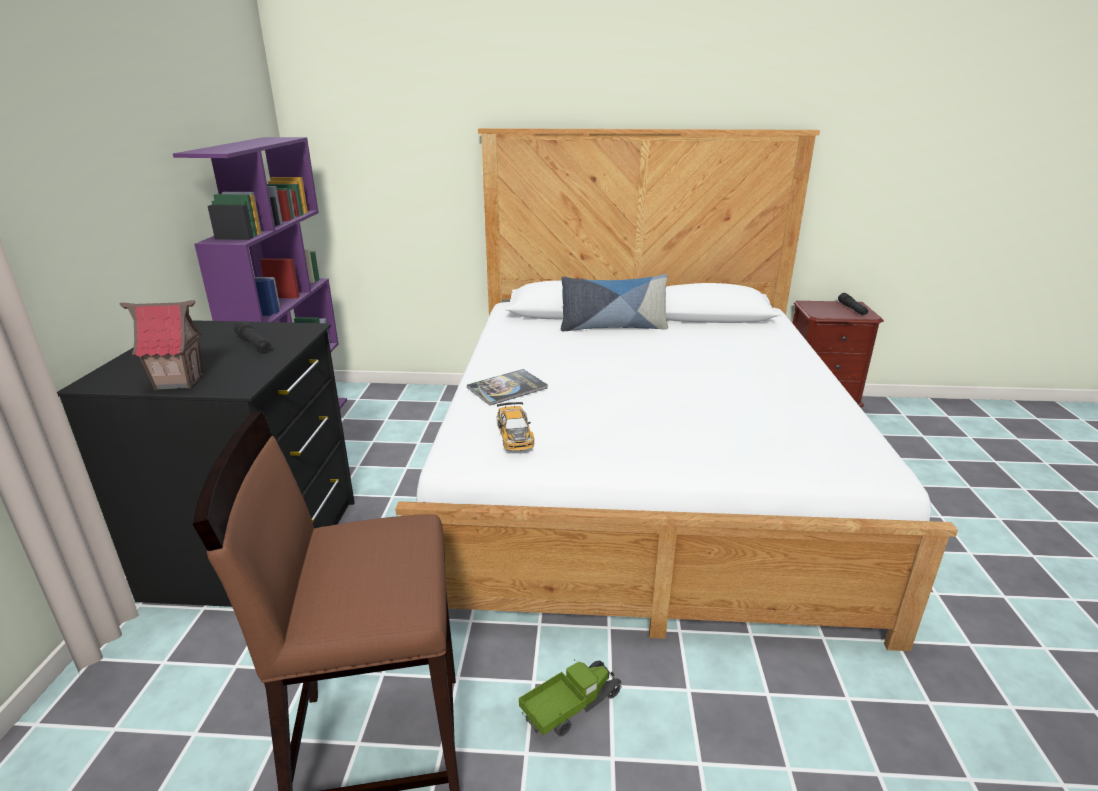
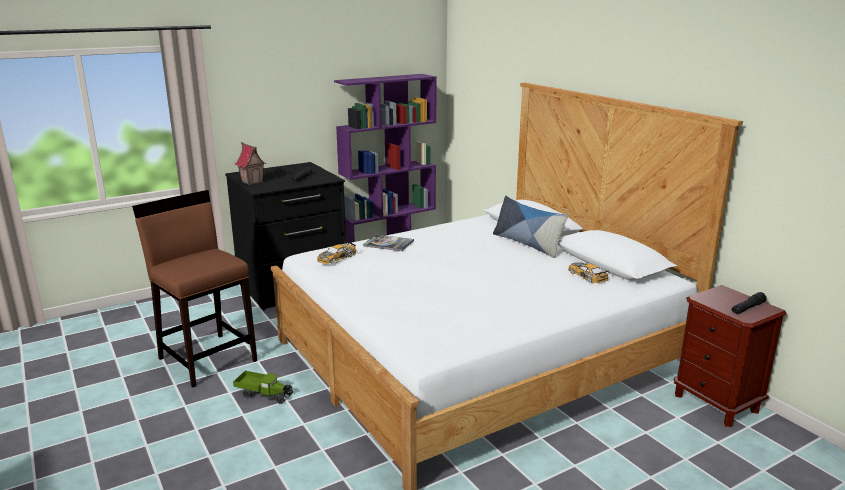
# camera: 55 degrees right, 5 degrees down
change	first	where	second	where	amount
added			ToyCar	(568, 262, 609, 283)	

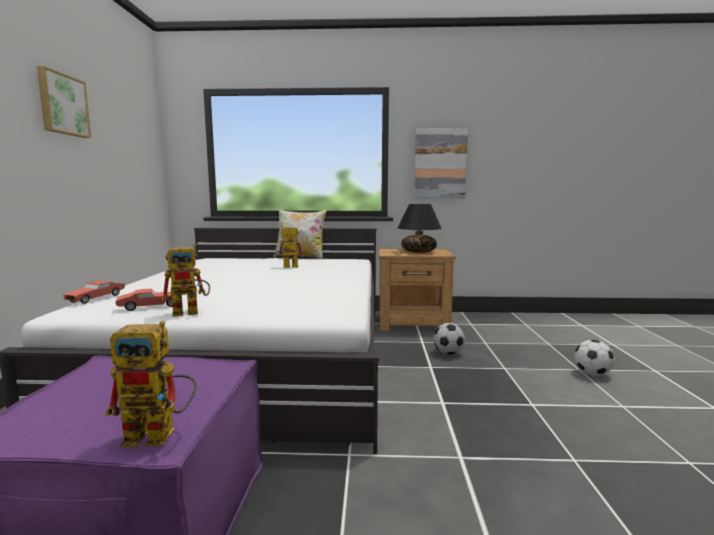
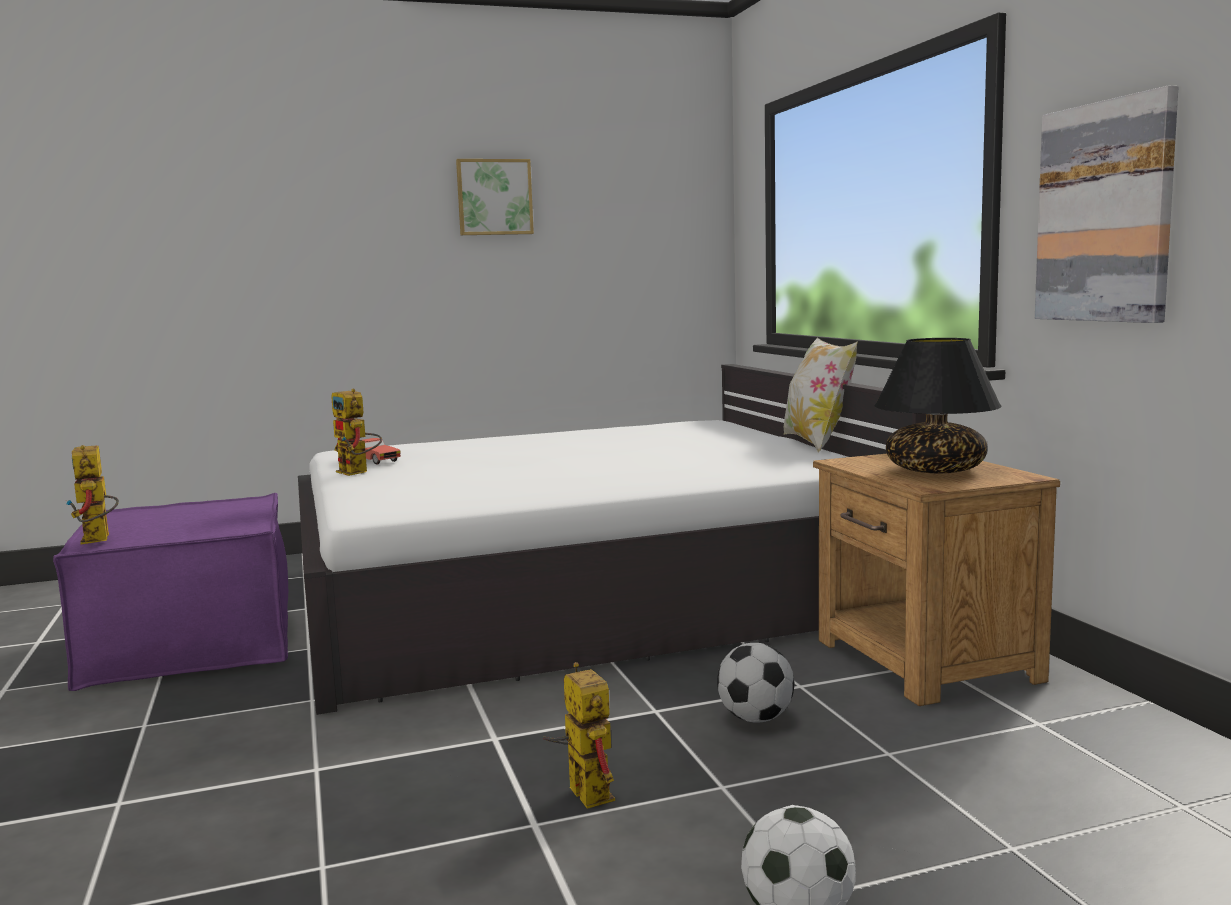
# camera: 70 degrees right, 0 degrees up
change	first	where	second	where	amount
removed	RedToyCar	(63, 281, 125, 304)			
moved	ToyRobot	(275, 225, 303, 268)		(543, 662, 615, 809)	

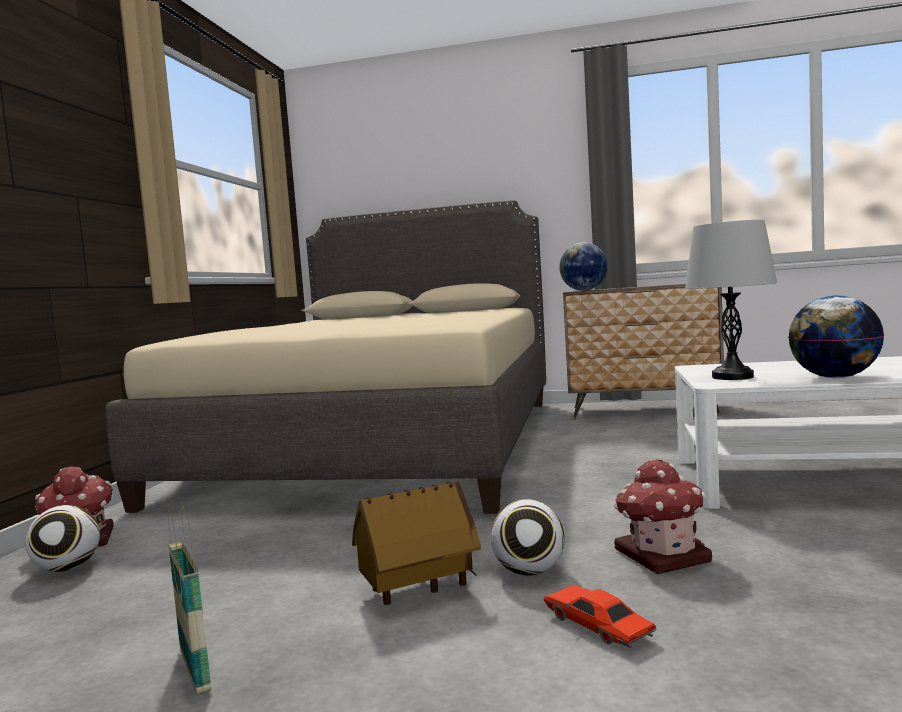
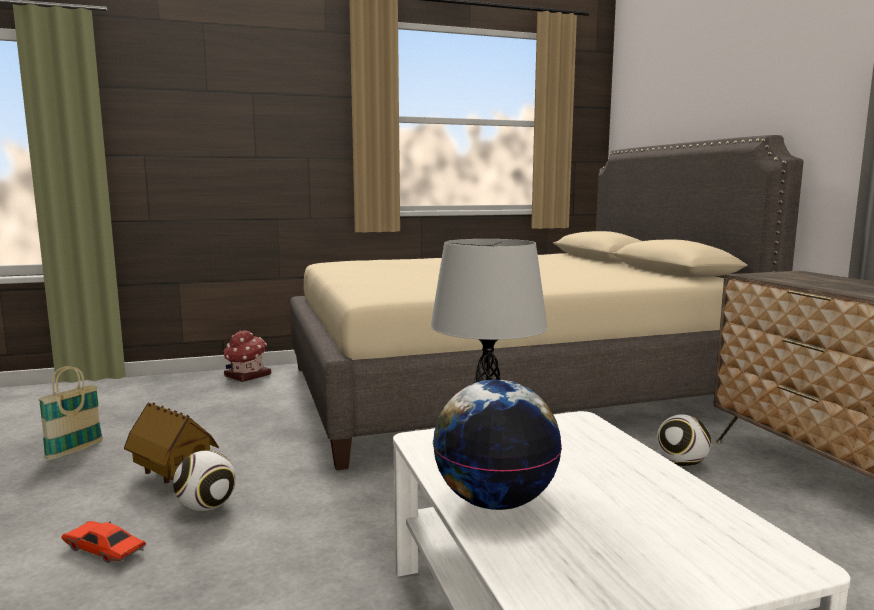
# camera: 60 degrees right, 5 degrees up
change	first	where	second	where	amount
moved	Football	(25, 505, 100, 572)		(657, 414, 711, 466)	
turned	RedToyCar	(544, 585, 656, 648)		(61, 521, 147, 563)	90 degrees counterclockwise
removed	Globe	(559, 242, 608, 291)			
removed	ToyHouse	(614, 459, 712, 574)			

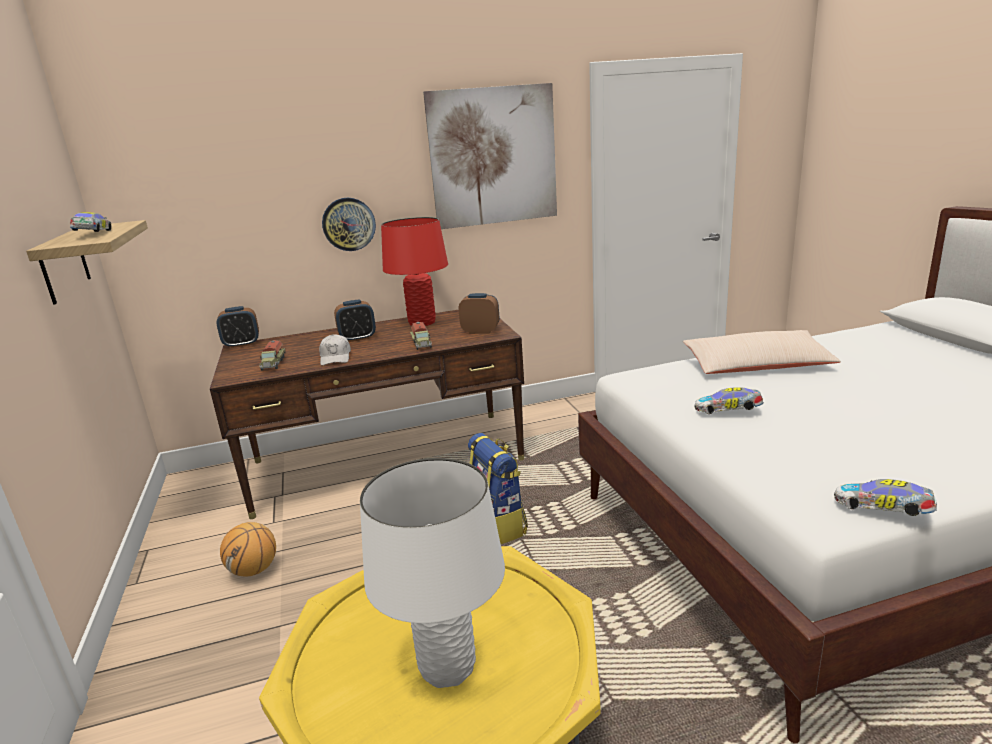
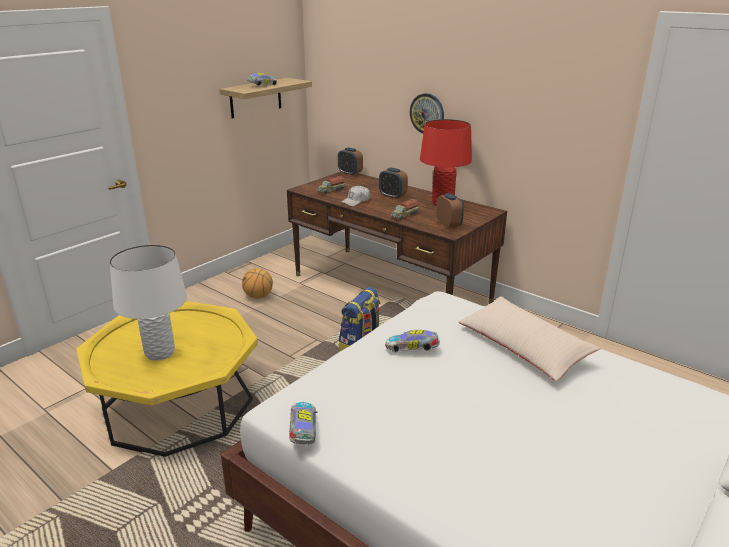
# camera: 55 degrees right, 5 degrees up
change	first	where	second	where	amount
removed	Picture	(423, 83, 557, 229)			
turned	ToyCar	(695, 387, 764, 414)		(385, 330, 440, 352)	60 degrees counterclockwise

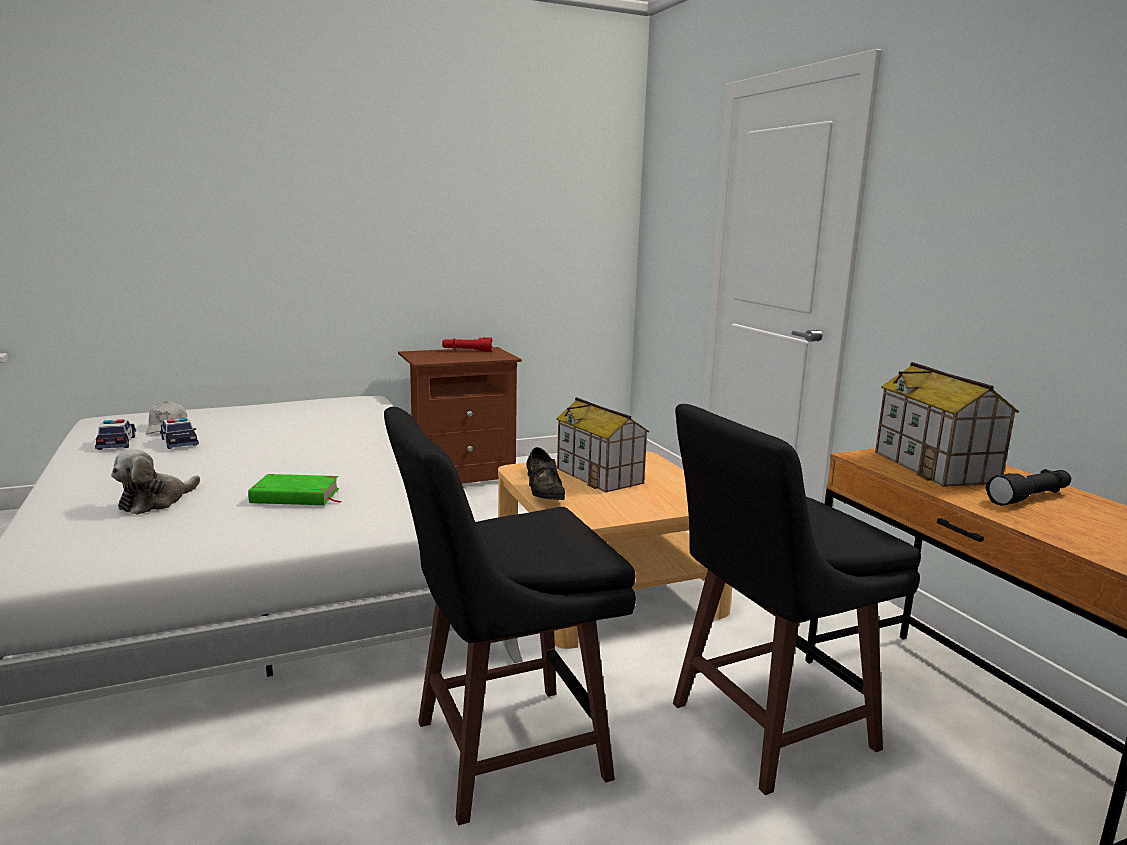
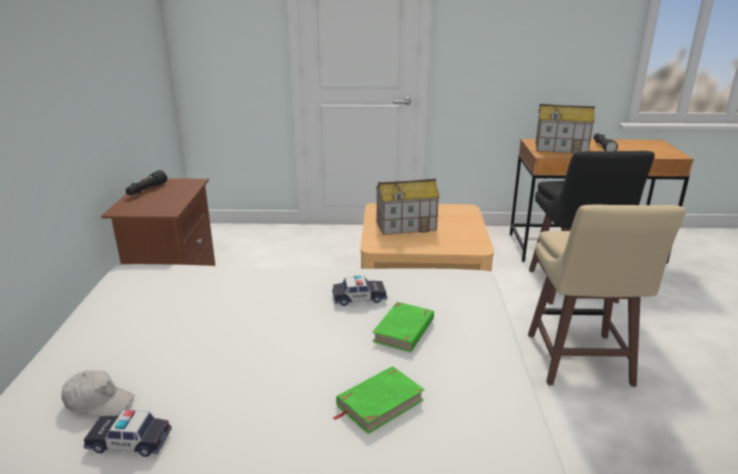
# camera: 65 degrees left, 10 degrees up
change	first	where	second	where	amount
replaced	PlushToy	(111, 449, 200, 515)	GreenBook	(333, 366, 425, 434)	
moved	ToyCar	(160, 417, 199, 449)		(332, 275, 387, 306)	
recoloured	BlackStool	(384, 407, 636, 826)	BeigeStool	(528, 205, 685, 387)	
recoloured	RedFlashlight	(442, 337, 492, 352)	BlackFlashlight	(126, 170, 167, 195)	
removed	BlackShoe	(526, 447, 565, 500)			

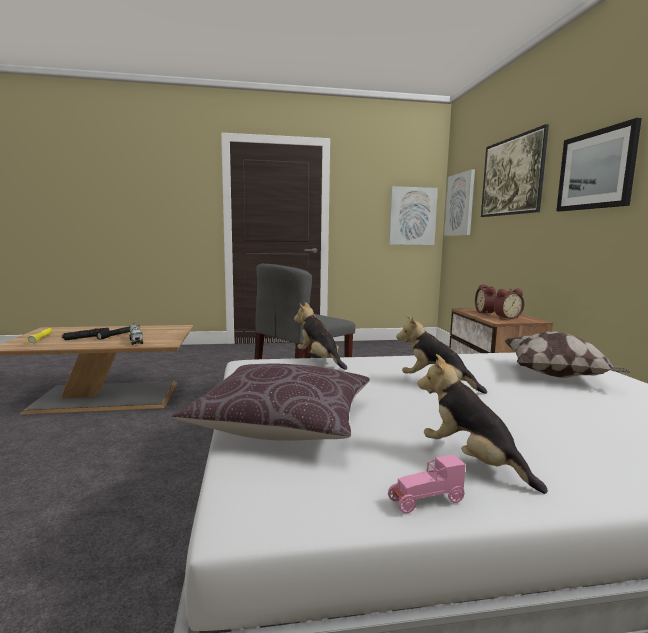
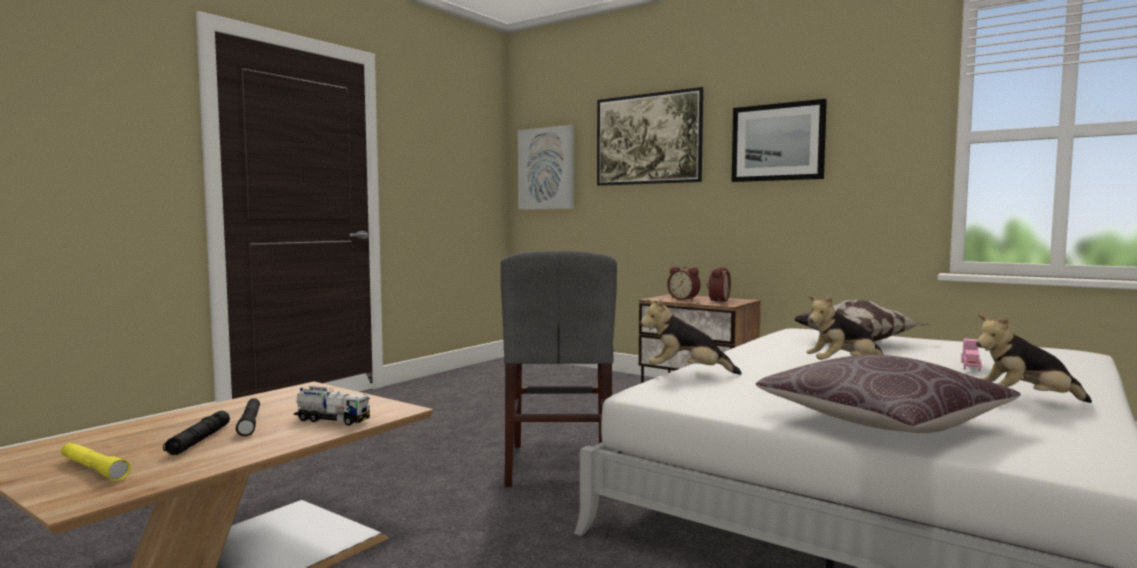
# camera: 45 degrees left, 5 degrees down
change	first	where	second	where	amount
moved	PinkToyCar	(388, 455, 466, 514)		(961, 338, 982, 371)	
removed	Picture	(389, 186, 438, 245)			

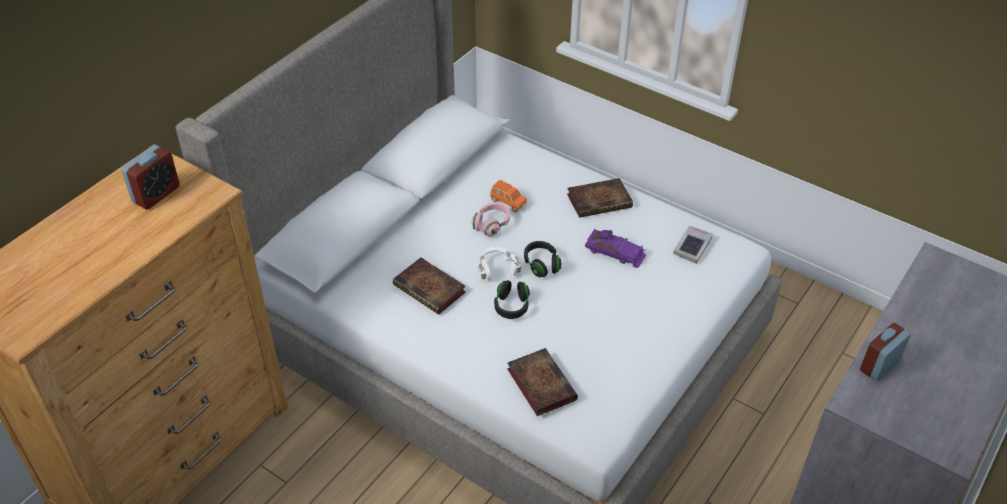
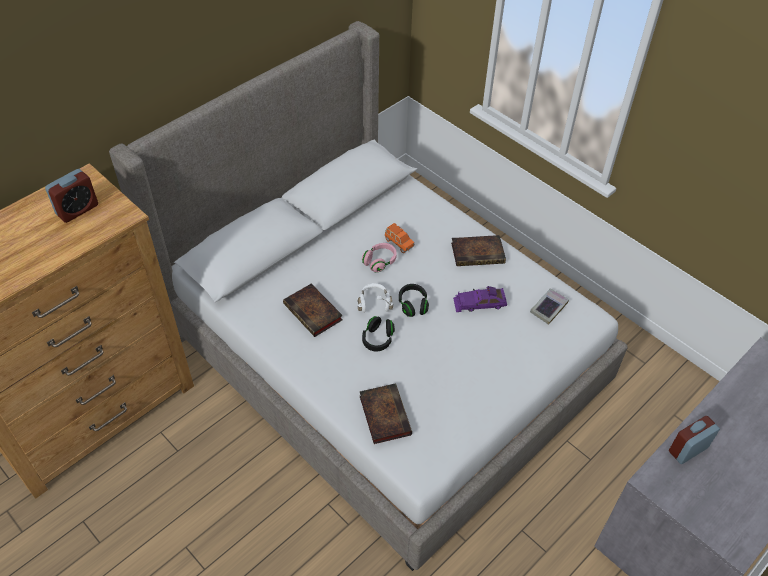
# camera: 10 degrees right, 5 degrees up
change	first	where	second	where	amount
turned	PurpleToyCar	(585, 229, 646, 268)		(453, 286, 507, 312)	135 degrees clockwise

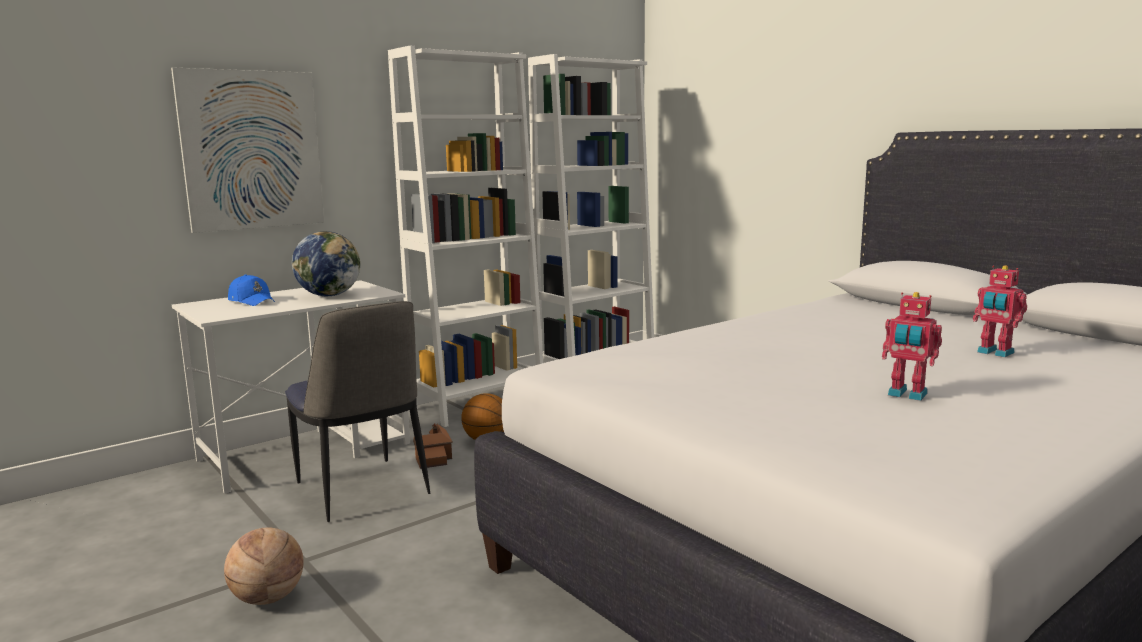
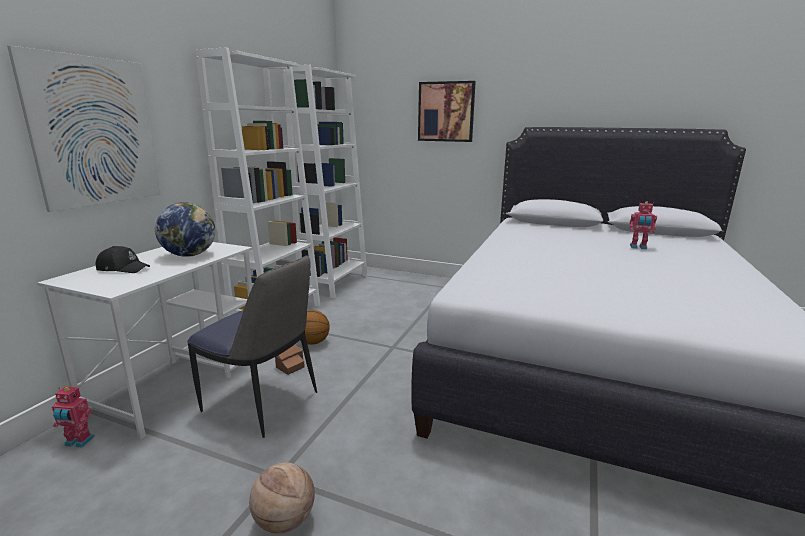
# camera: 30 degrees left, 5 degrees up
change	first	where	second	where	amount
recoloured	BlueCap	(228, 274, 275, 306)	BlackCap	(96, 246, 150, 273)	
moved	ToyRobot	(882, 292, 942, 401)		(52, 386, 95, 448)	
added			Picture	(418, 81, 476, 142)	

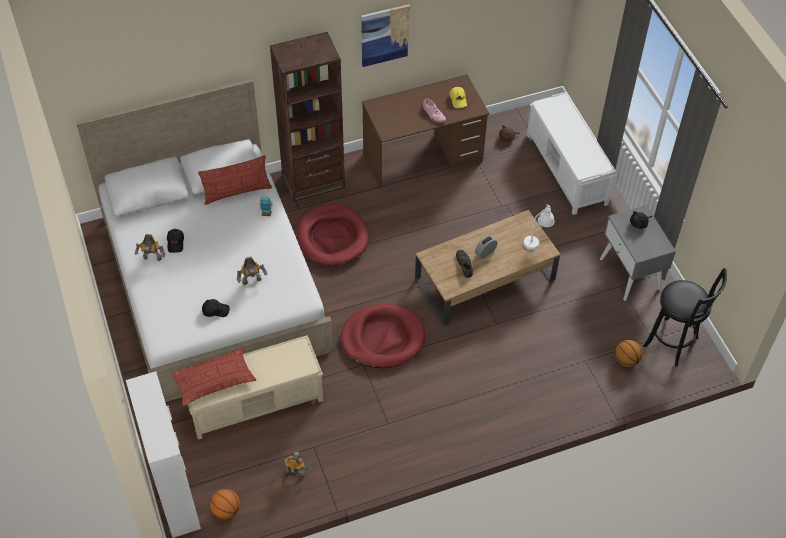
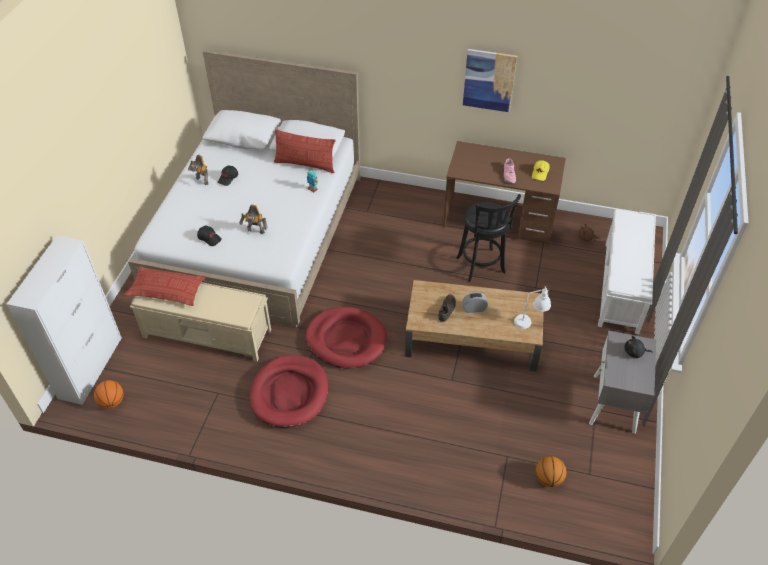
# camera: 35 degrees right, 5 degrees down
change	first	where	second	where	amount
removed	BrownBookcase	(270, 32, 345, 202)			
removed	ToyRobot	(281, 452, 312, 478)			
moved	RedDogBed	(297, 204, 369, 266)		(249, 355, 328, 428)	
moved	BlackStool	(643, 268, 727, 366)		(456, 194, 521, 282)	

